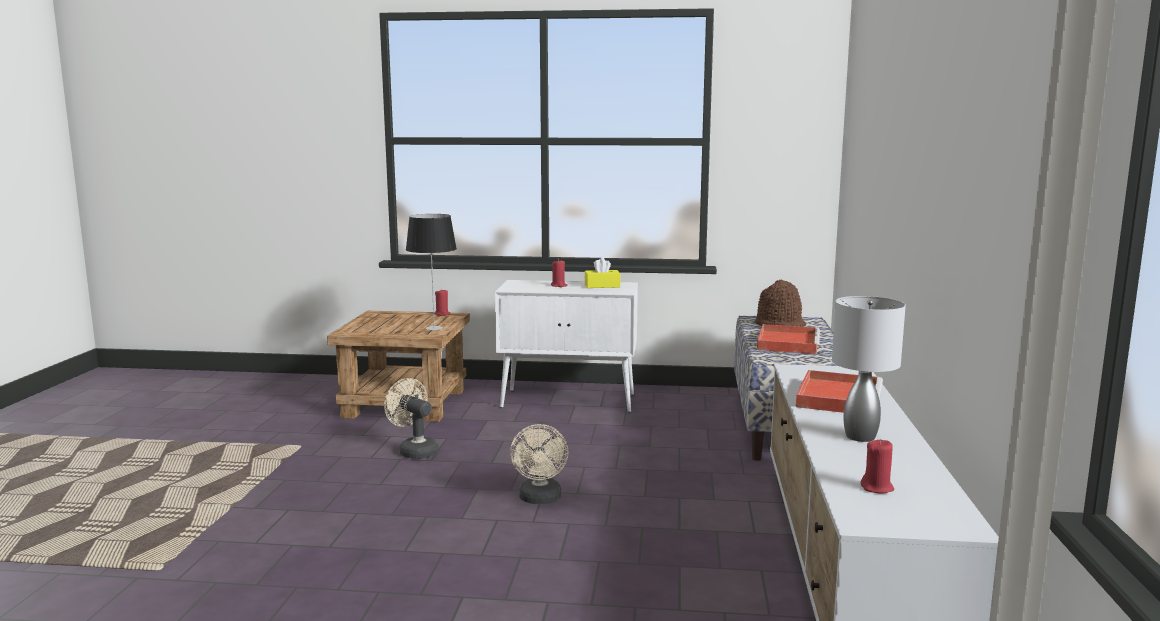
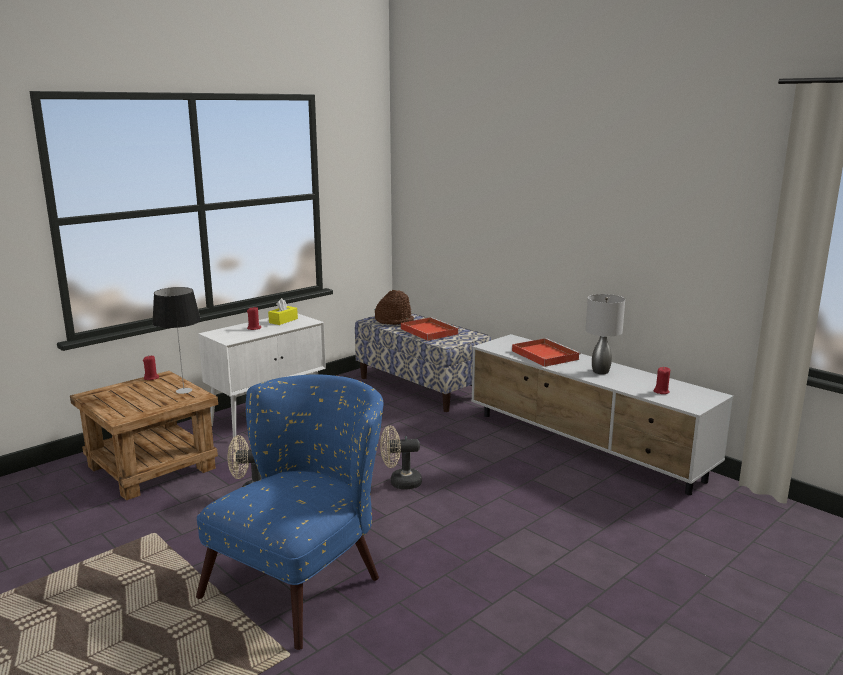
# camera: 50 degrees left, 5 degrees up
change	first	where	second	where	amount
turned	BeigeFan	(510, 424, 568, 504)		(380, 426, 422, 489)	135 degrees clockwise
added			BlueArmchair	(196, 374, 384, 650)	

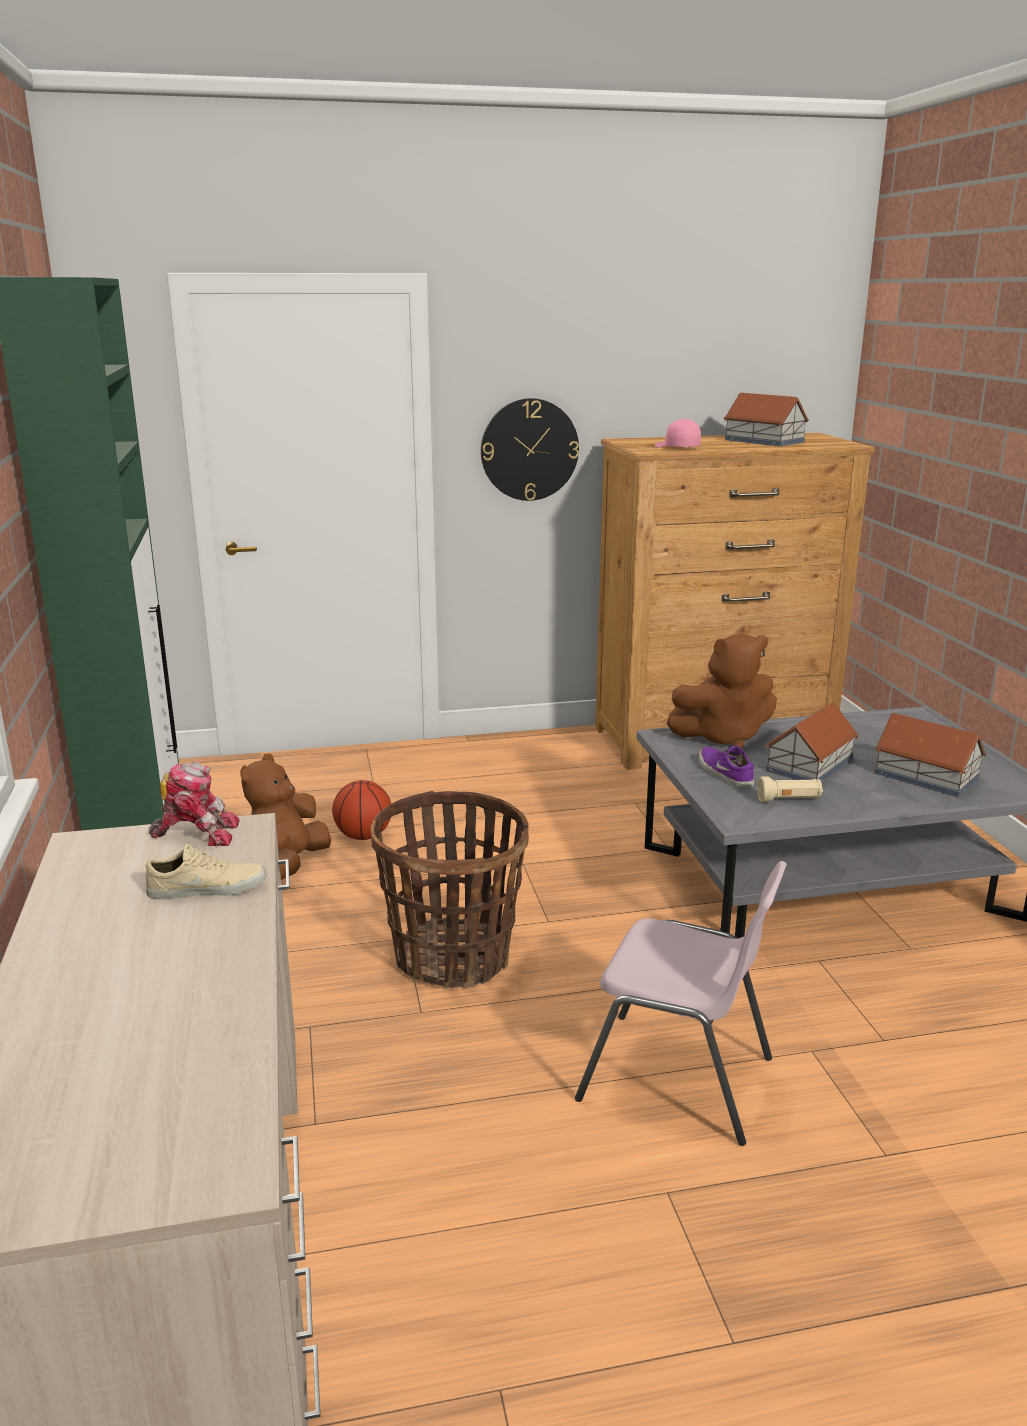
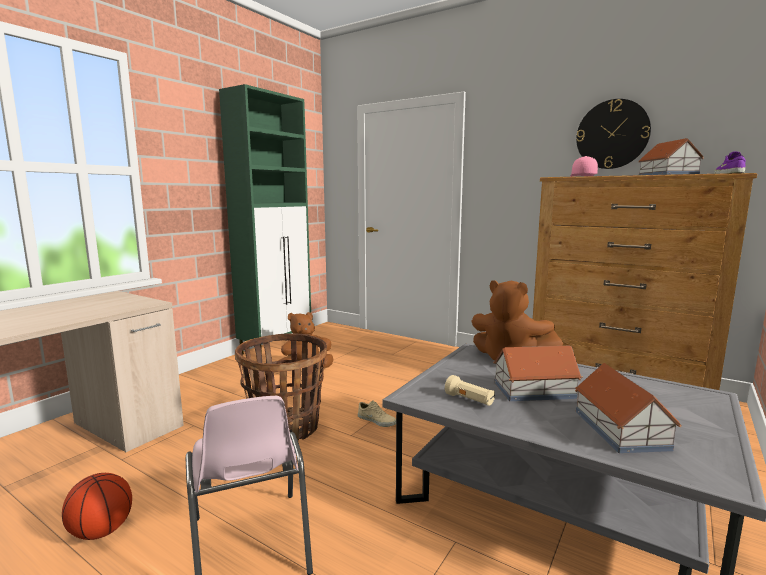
# camera: 45 degrees right, 10 degrees down
change	first	where	second	where	amount
moved	BeigeShoe	(146, 844, 267, 900)		(358, 400, 396, 427)	
removed	ToyRobot	(149, 762, 240, 846)			
moved	Basketball	(332, 780, 391, 840)		(62, 473, 132, 540)	
moved	WallClock	(481, 398, 579, 501)		(576, 99, 651, 169)	
moved	PurpleShoe	(699, 746, 754, 788)		(714, 151, 746, 174)	

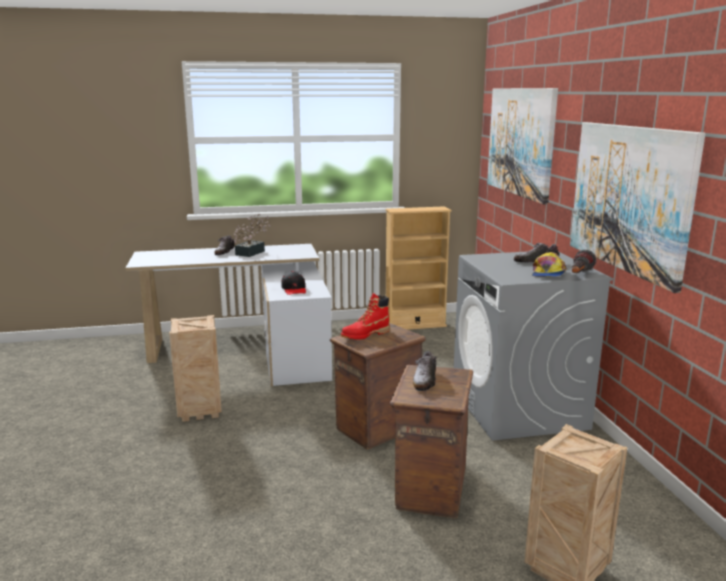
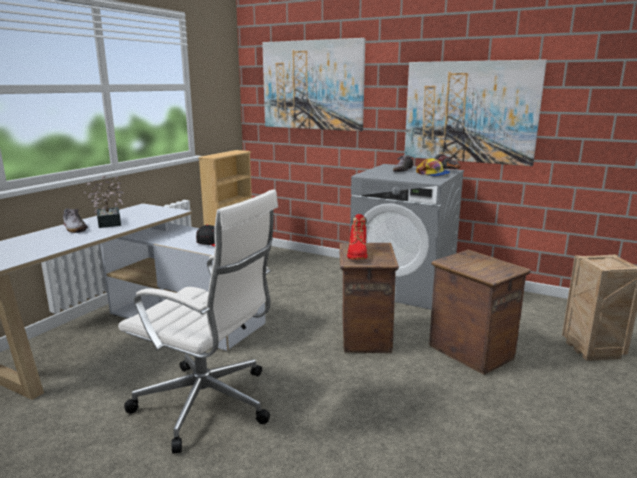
# camera: 50 degrees left, 0 degrees up
change	first	where	second	where	amount
replaced	Crate	(169, 315, 222, 422)	WhiteOfficeChair	(118, 189, 278, 454)	
removed	Shoe	(413, 351, 437, 391)			

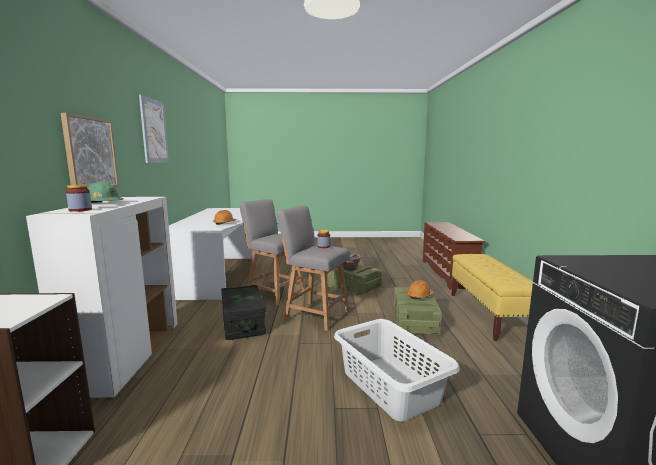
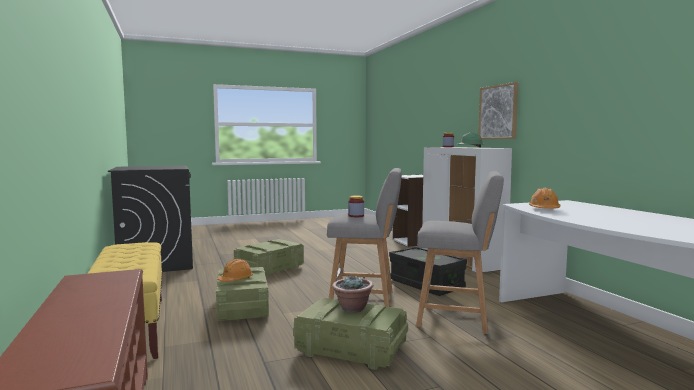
# camera: 160 degrees right, 5 degrees down
change	first	where	second	where	amount
removed	Picture	(139, 95, 169, 163)			
replaced	GreyLaundryBasket	(334, 319, 460, 421)	Crate	(234, 239, 304, 277)	

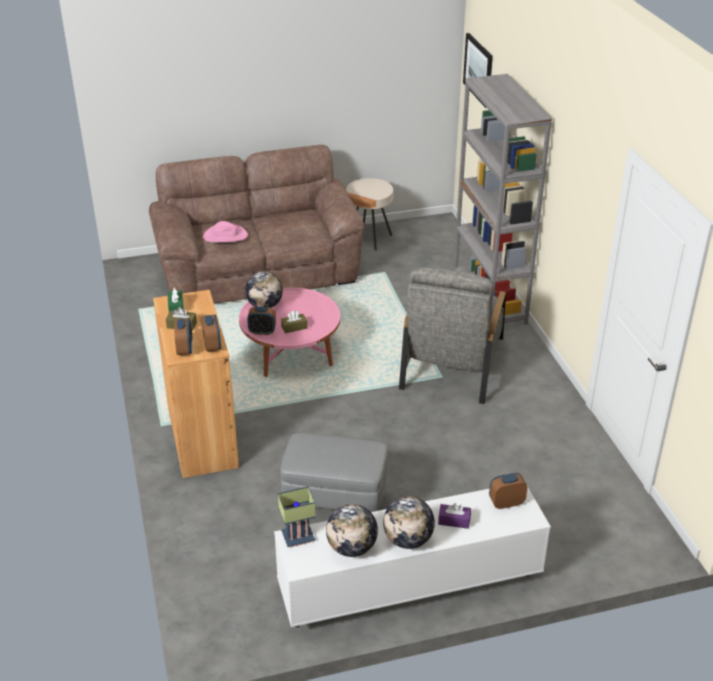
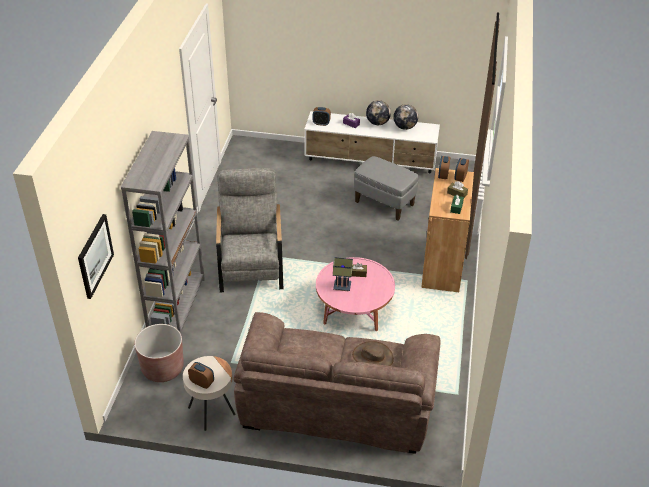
# camera: 155 degrees left, 5 degrees up
change	first	where	second	where	amount
recoloured	PinkHat	(203, 221, 248, 242)	BrownHat	(352, 341, 394, 366)	
removed	Globe	(245, 271, 283, 308)			
moved	AlarmClock	(247, 307, 276, 335)		(188, 362, 214, 389)	
moved	TableLamp	(278, 486, 316, 548)		(333, 257, 353, 291)	
turned	GreyArmchair	(399, 268, 506, 404)		(216, 168, 283, 292)	45 degrees counterclockwise
added			BrownPlanter	(135, 324, 184, 382)	

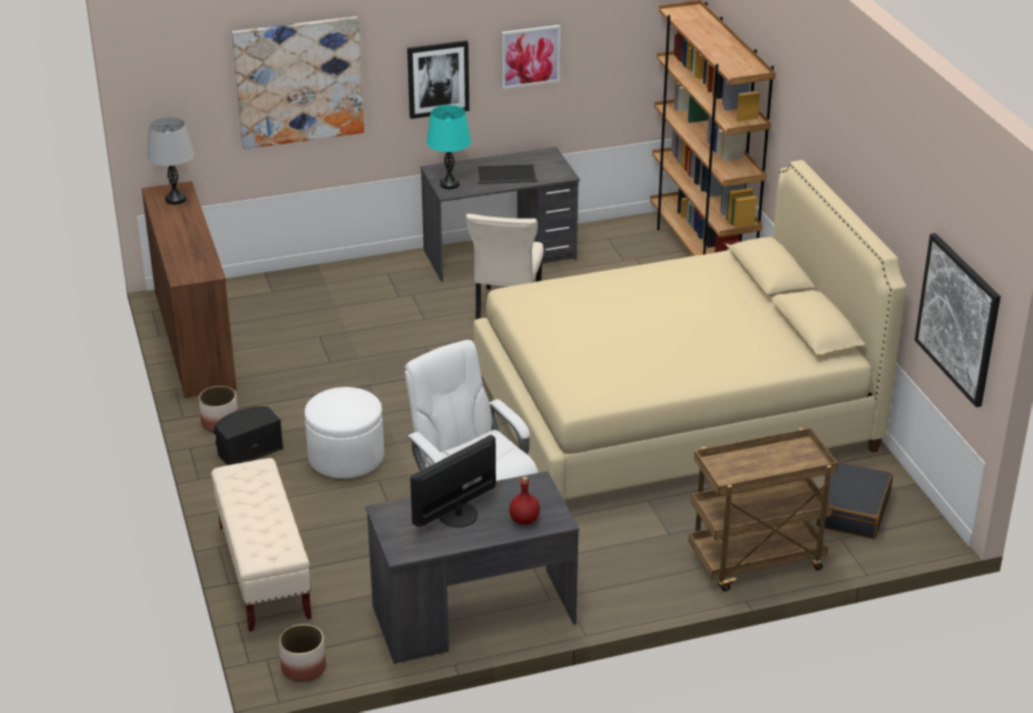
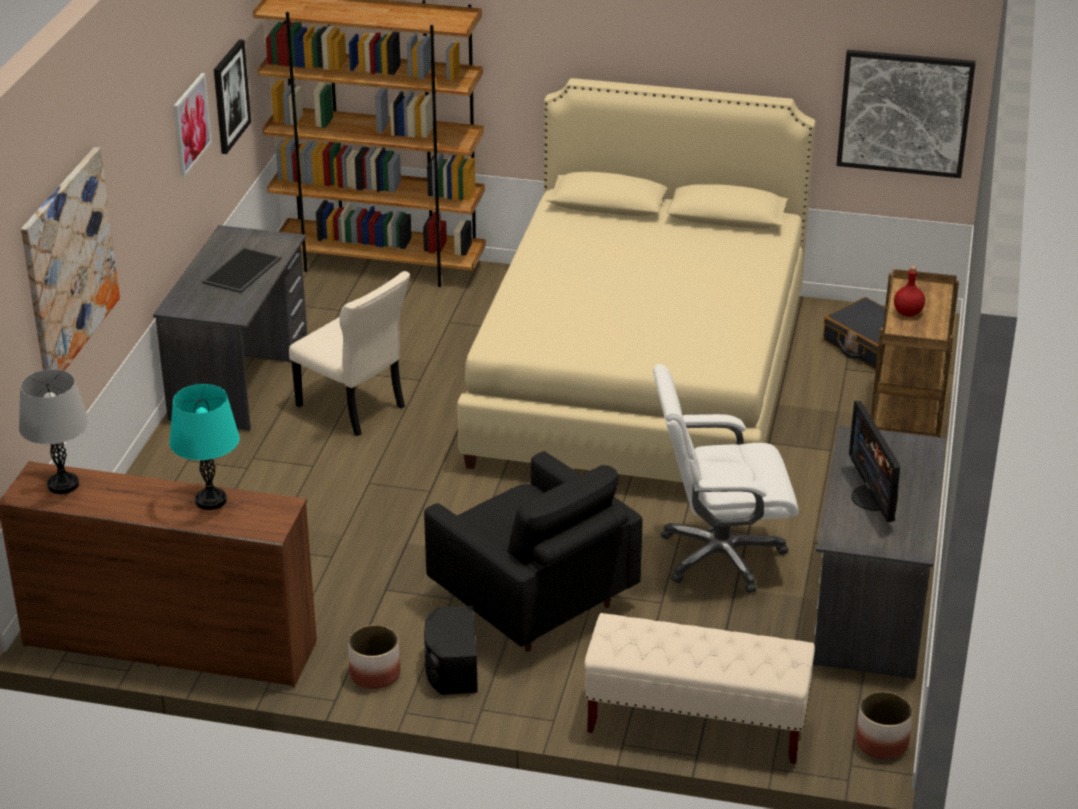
# camera: 60 degrees left, 0 degrees up
change	first	where	second	where	amount
replaced	WhiteOttoman	(304, 387, 384, 479)	BlackArmchair	(424, 451, 642, 652)	
moved	Picture	(407, 40, 469, 119)		(214, 39, 251, 154)	
moved	TurquoiseTableLamp	(426, 105, 471, 189)		(169, 384, 240, 510)	
moved	RedBottle	(509, 477, 540, 525)		(894, 266, 925, 317)	

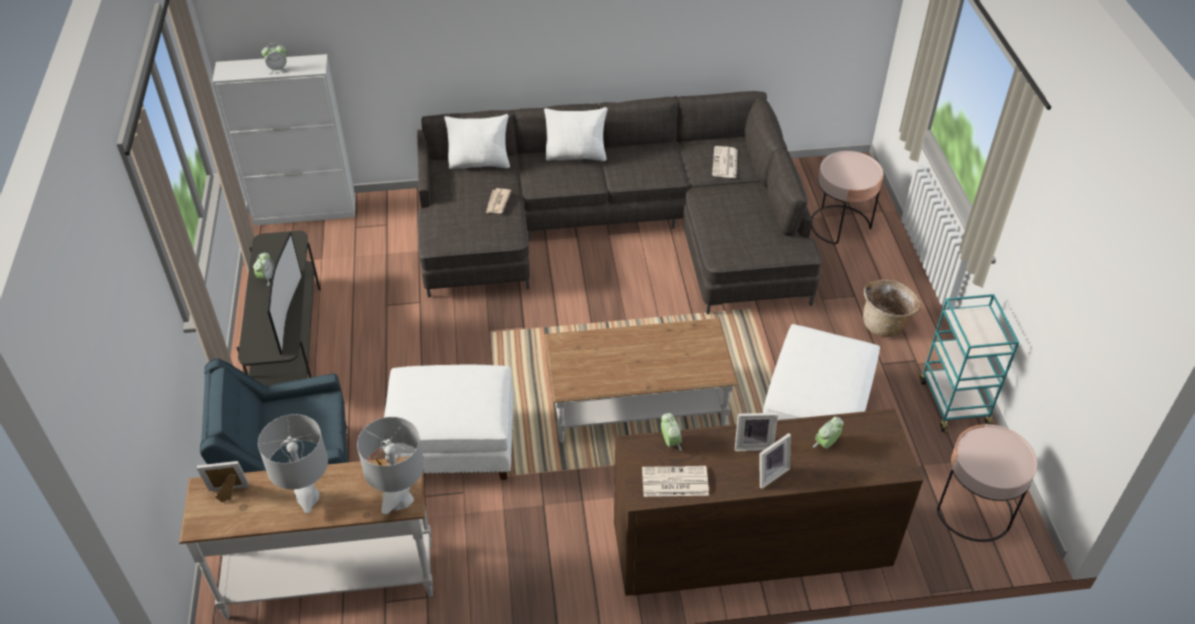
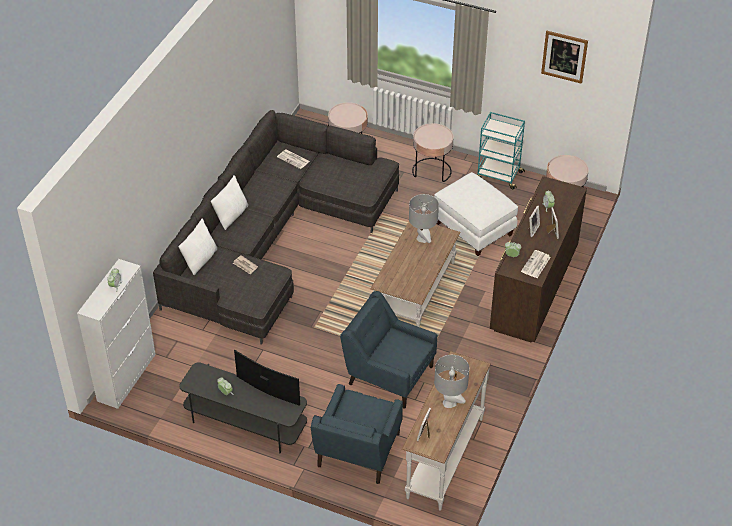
# camera: 60 degrees left, 0 degrees up
change	first	where	second	where	amount
moved	GreyTableLamp	(357, 417, 424, 515)		(409, 194, 439, 243)	
replaced	WhiteOttoman	(383, 365, 514, 480)	BlueArmchair	(340, 291, 437, 409)	
replaced	Basket	(863, 280, 921, 337)	PinkSideTable	(412, 123, 453, 182)	
added			Picture	(541, 31, 588, 84)	

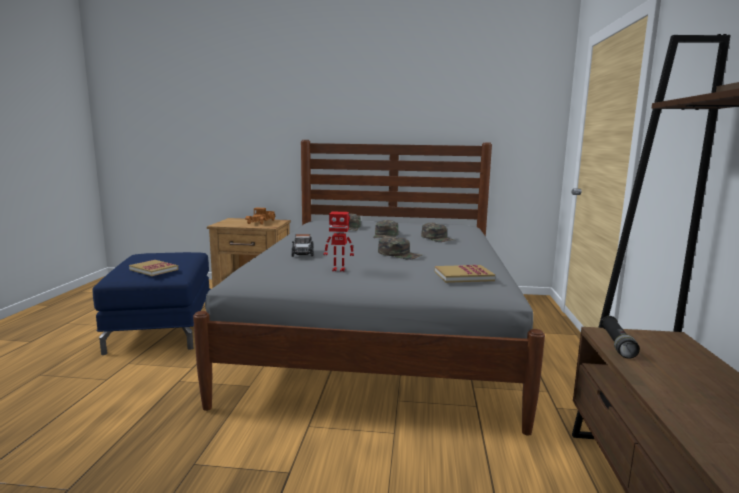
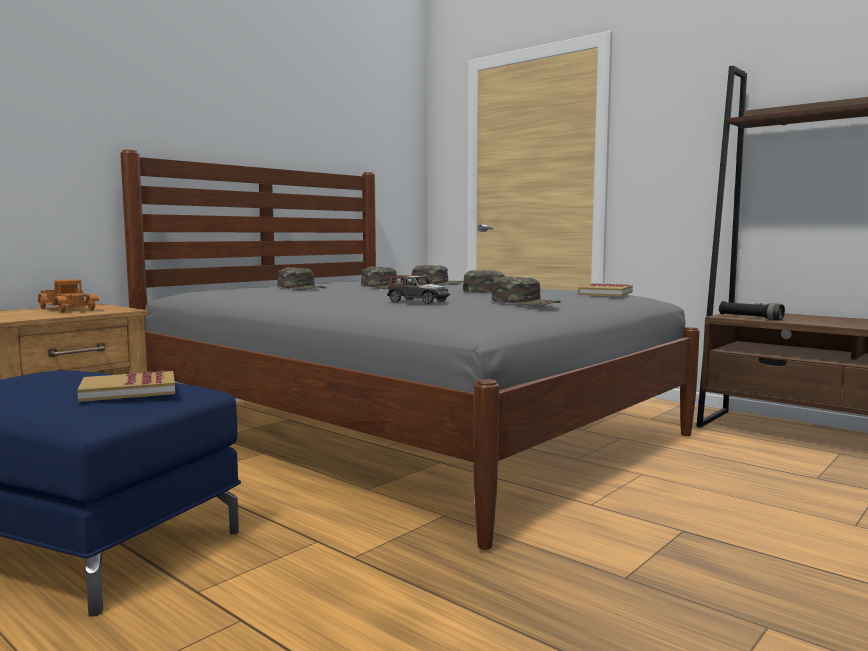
# camera: 55 degrees left, 5 degrees down
change	first	where	second	where	amount
replaced	ToyRobot	(324, 212, 354, 272)	GreenCap	(492, 276, 561, 306)	

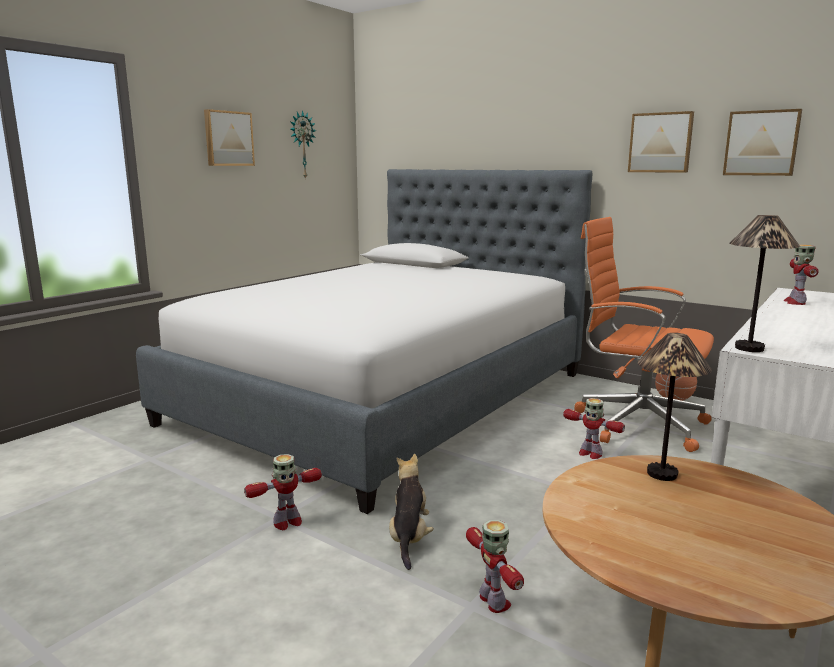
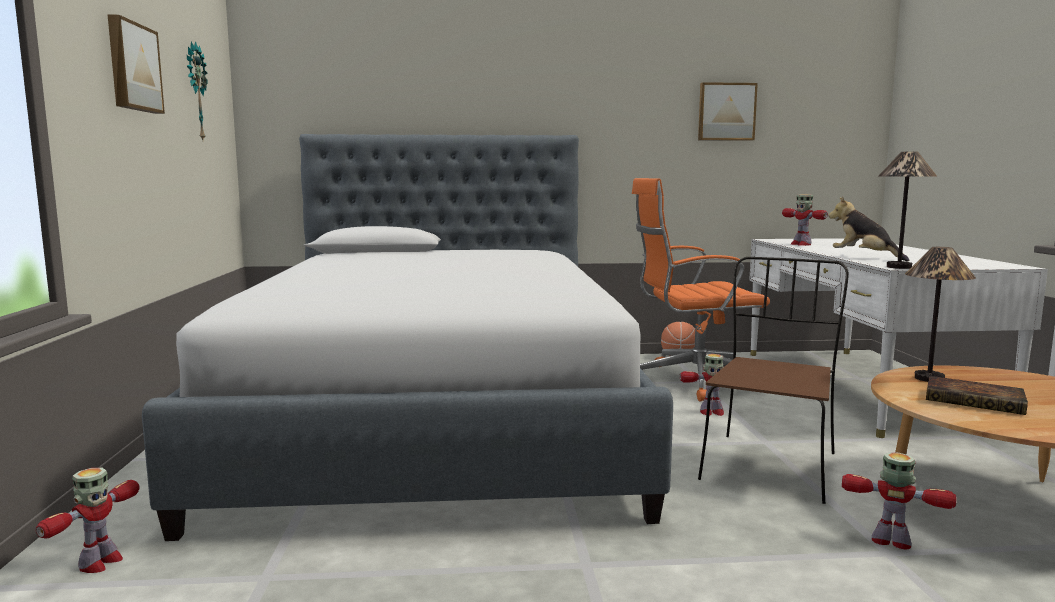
# camera: 40 degrees left, 5 degrees down
change	first	where	second	where	amount
moved	ToyRobot	(244, 454, 322, 530)		(36, 468, 140, 573)	
moved	PlushToy	(389, 454, 434, 570)		(829, 196, 909, 261)	
removed	Picture	(628, 111, 694, 173)			
added			BrownChair	(698, 257, 849, 504)	
added			Book	(926, 376, 1028, 415)	

